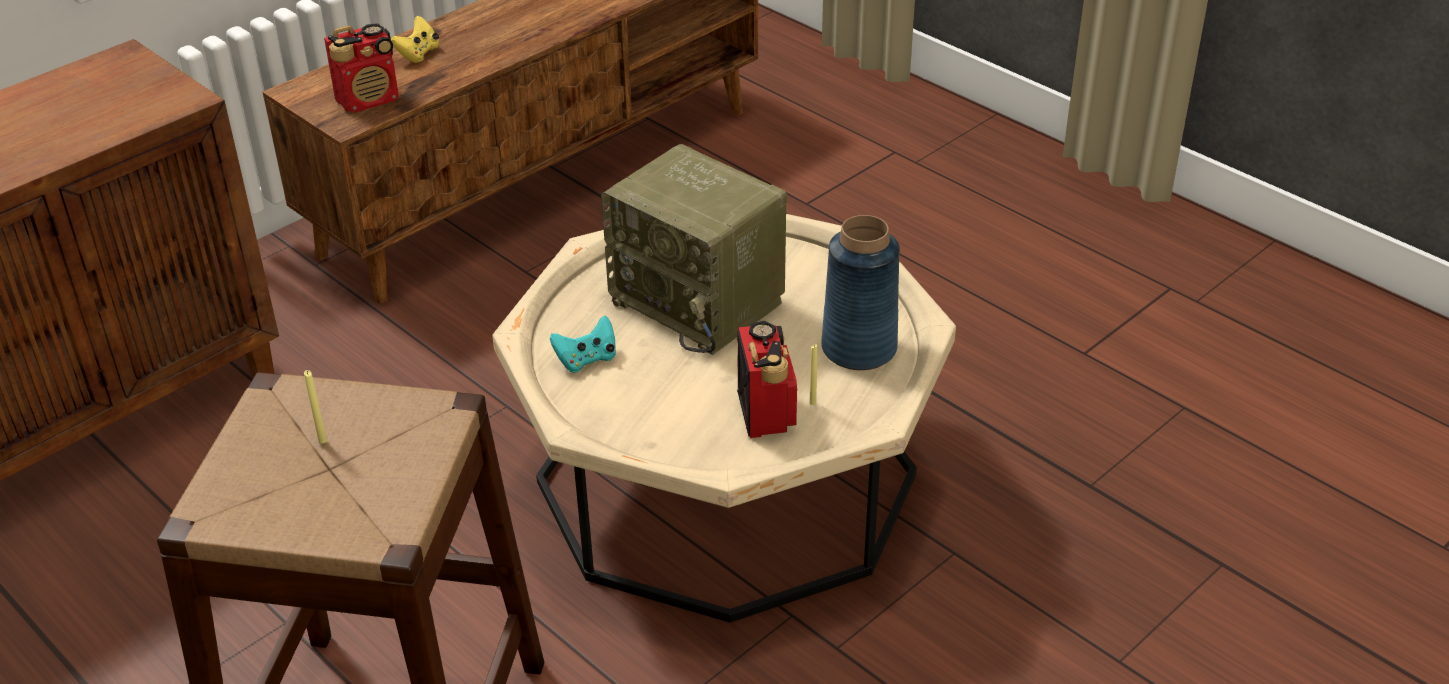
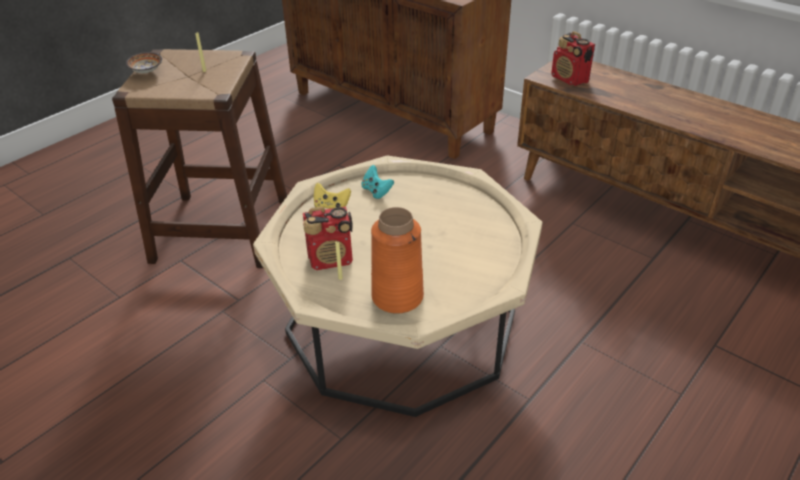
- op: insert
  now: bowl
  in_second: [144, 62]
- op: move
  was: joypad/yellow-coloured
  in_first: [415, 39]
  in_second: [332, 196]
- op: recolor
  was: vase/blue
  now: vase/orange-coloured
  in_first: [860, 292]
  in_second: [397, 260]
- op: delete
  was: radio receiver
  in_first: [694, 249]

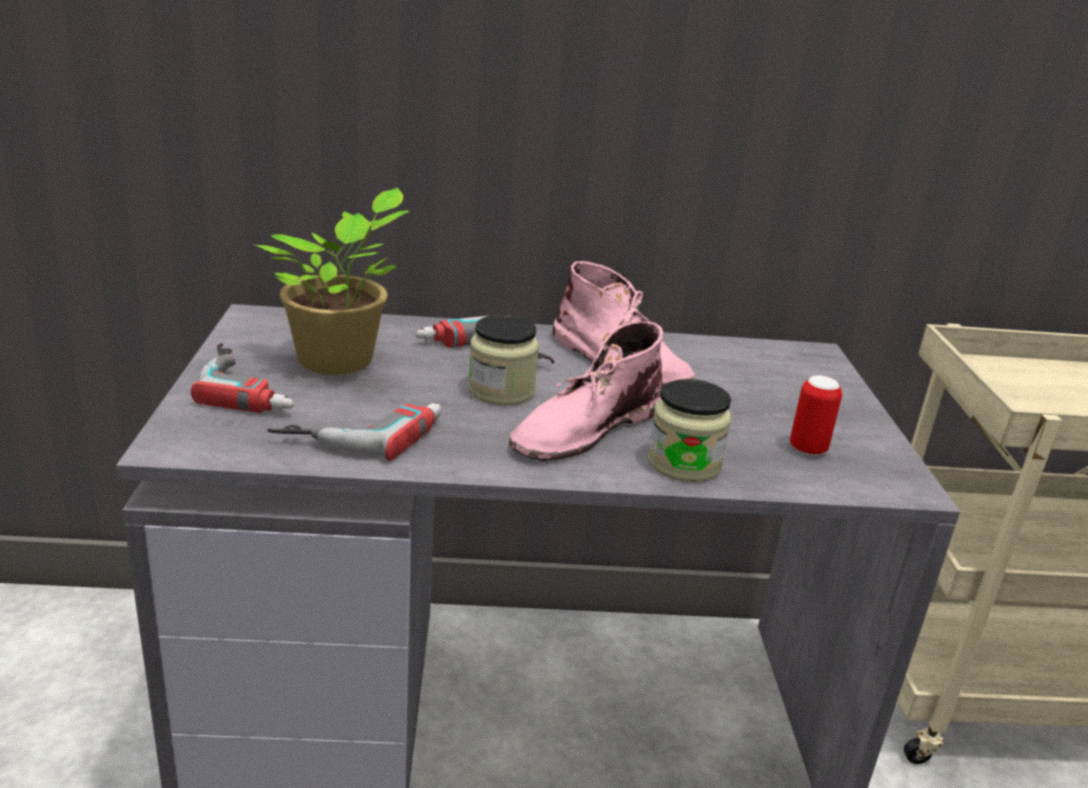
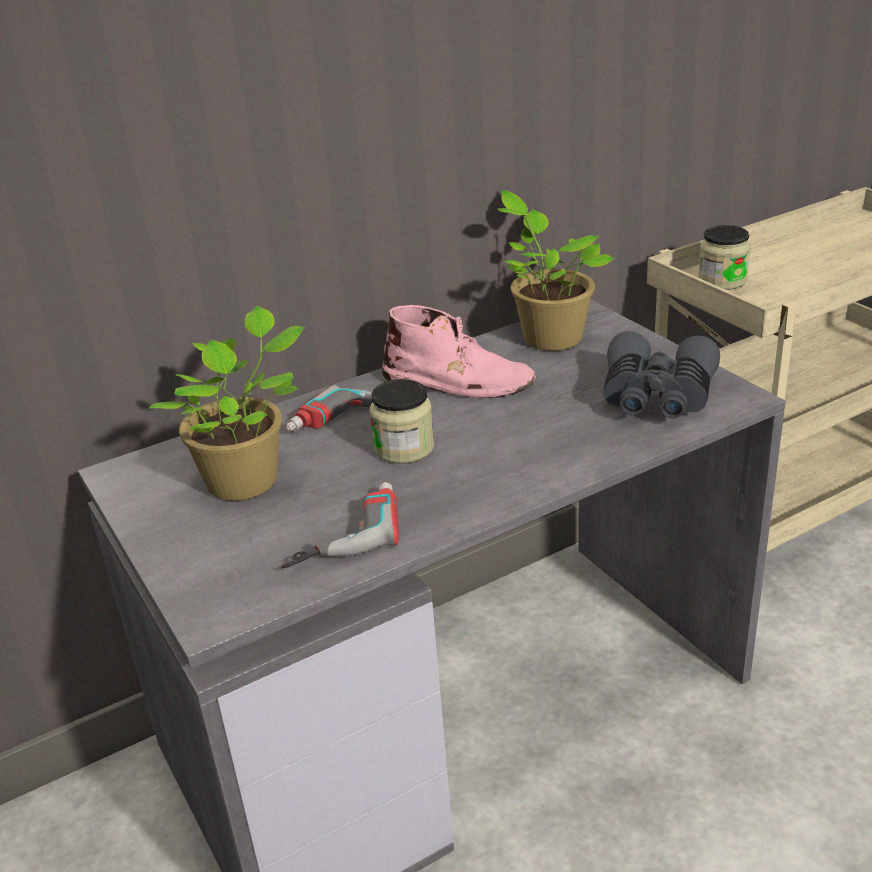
- op: insert
  now: houseplant
  in_second: [555, 270]
- op: replace
  was: metal can
  now: pair of binoculars/gray
  in_first: [816, 415]
  in_second: [661, 374]
- op: move
  was: preserve jar
  in_first: [690, 430]
  in_second: [724, 257]
- op: delete
  was: drill
  in_first: [243, 378]
- op: delete
  was: high-top boot/pink-coloured
  in_first: [586, 391]

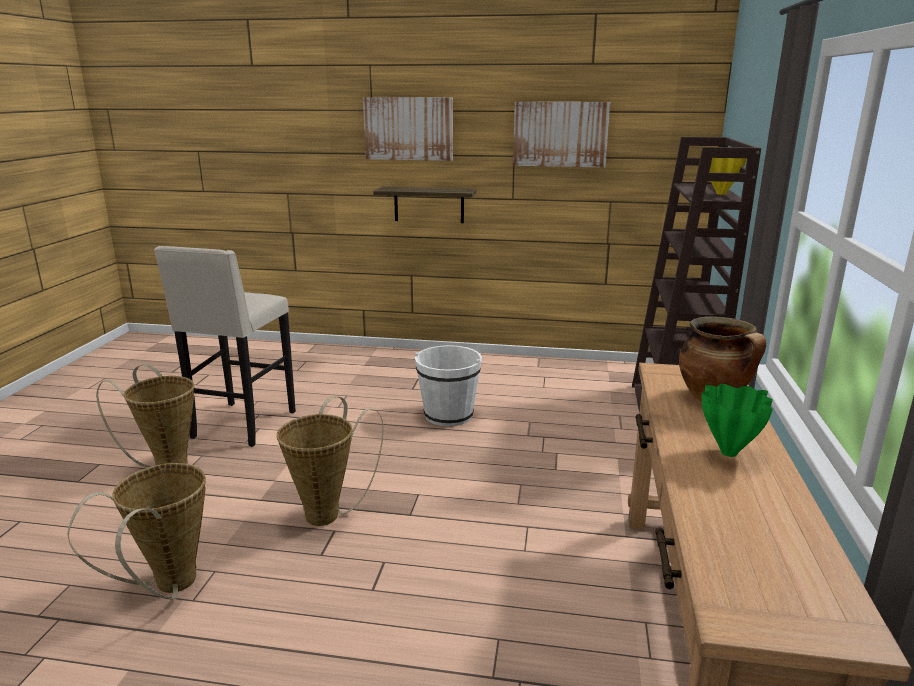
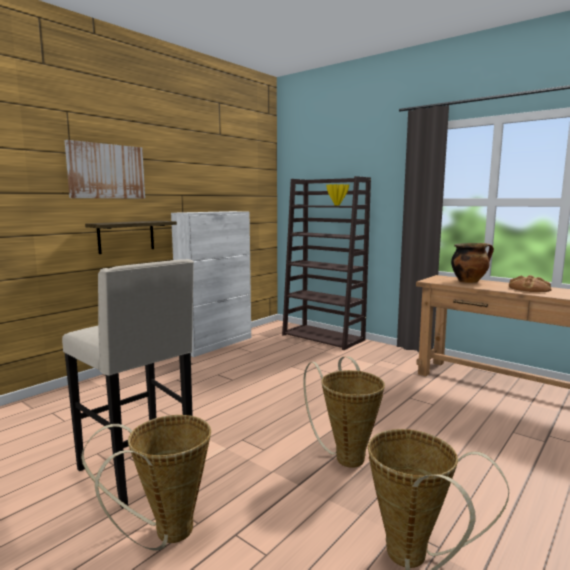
- op: insert
  now: storage cabinet/white-coloured
  in_second: [211, 284]
- op: replace
  was: vase/green
  now: baked bread
  in_first: [737, 420]
  in_second: [530, 283]
- op: delete
  was: bucket/white-coloured
  in_first: [448, 385]
- op: delete
  was: wall picture
  in_first: [561, 134]

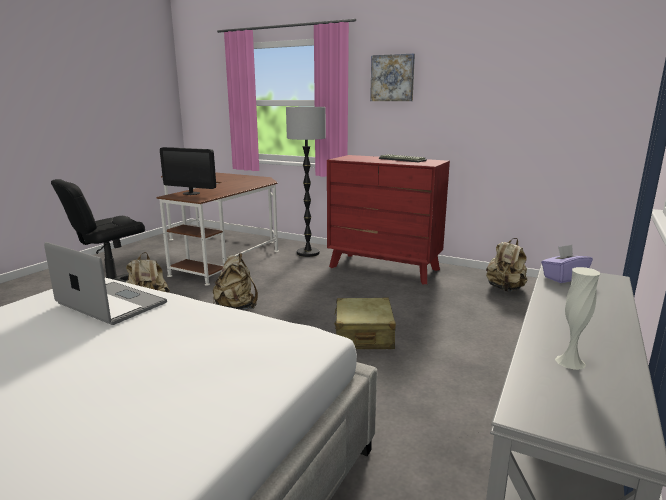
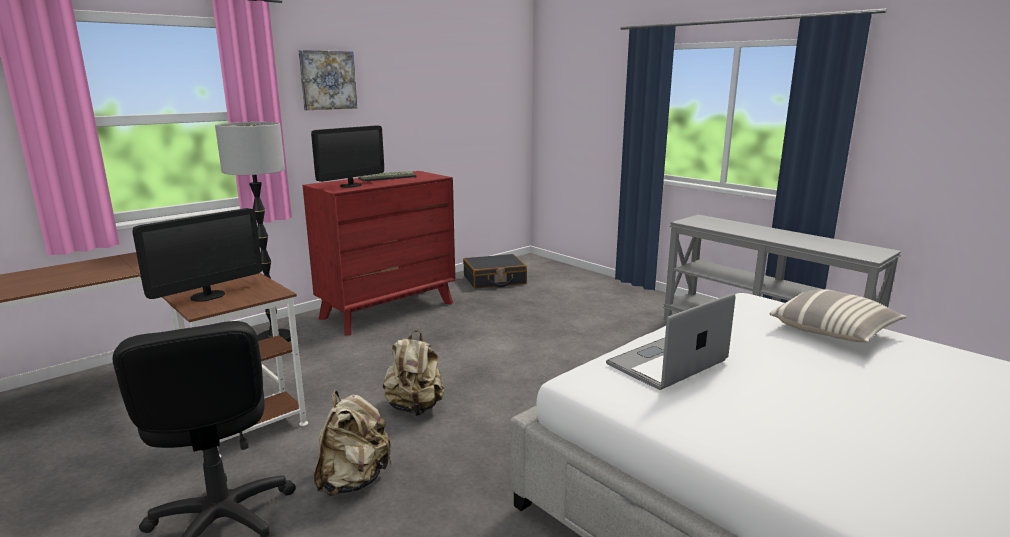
- op: insert
  now: monitor
  in_second: [347, 156]
- op: replace
  was: rucksack/sand-coloured
  now: suitcase/black
  in_first: [506, 265]
  in_second: [495, 271]
- op: insert
  now: pillow
  in_second: [838, 315]
- op: delete
  was: suitcase/sand-coloured
  in_first: [365, 323]
- op: delete
  was: tissue holder/purplish
  in_first: [567, 264]
- op: delete
  was: vase/white-coloured
  in_first: [577, 318]

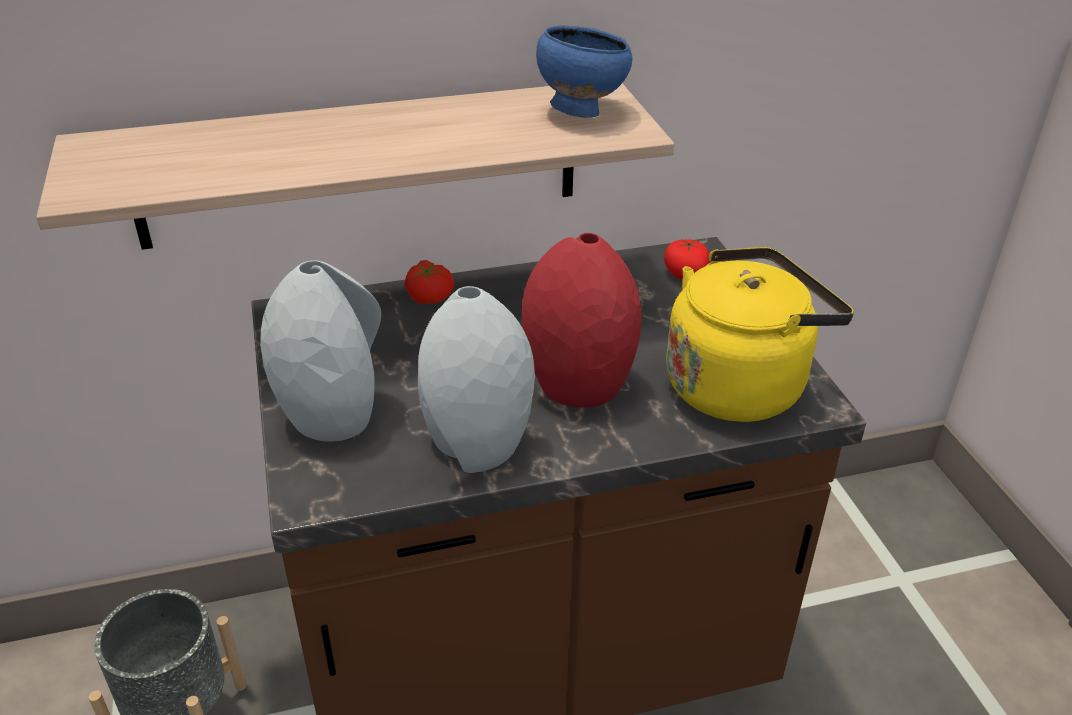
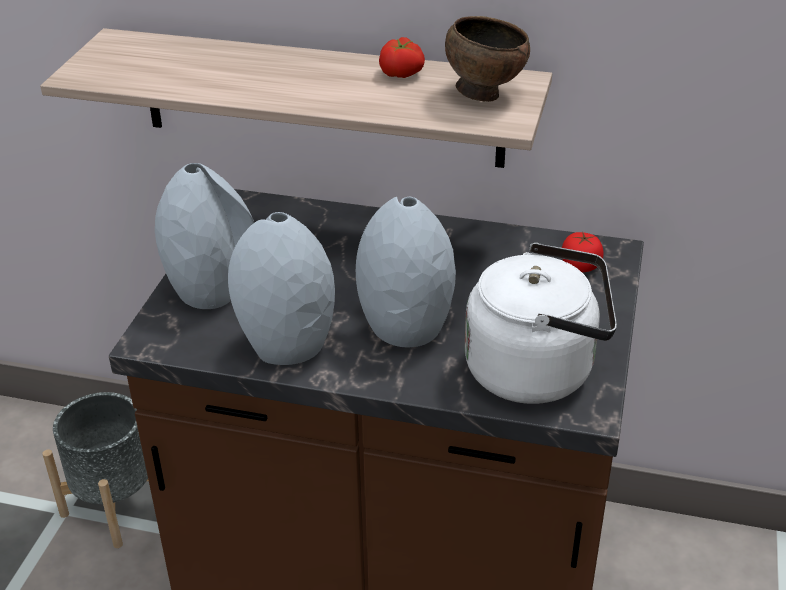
- op: recolor
  was: vase/reddish
  now: vase/gray
  in_first: [582, 320]
  in_second: [406, 272]
- op: move
  was: whole tomato
  in_first: [429, 282]
  in_second: [402, 57]
- op: recolor
  was: bowl/blue
  now: bowl/brown-coloured
  in_first: [584, 71]
  in_second: [487, 59]
- op: recolor
  was: tea kettle/yellow-coloured
  now: tea kettle/white-coloured
  in_first: [760, 334]
  in_second: [541, 323]

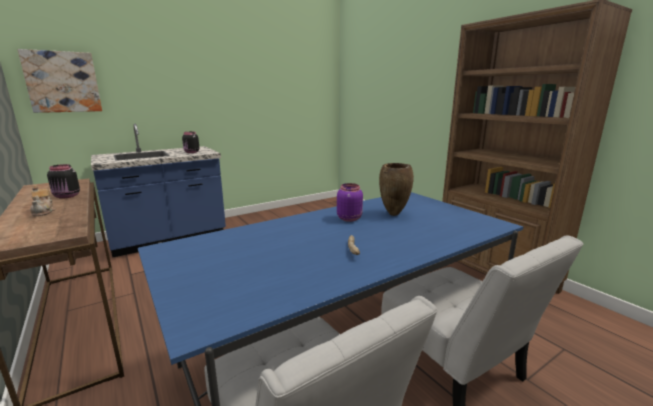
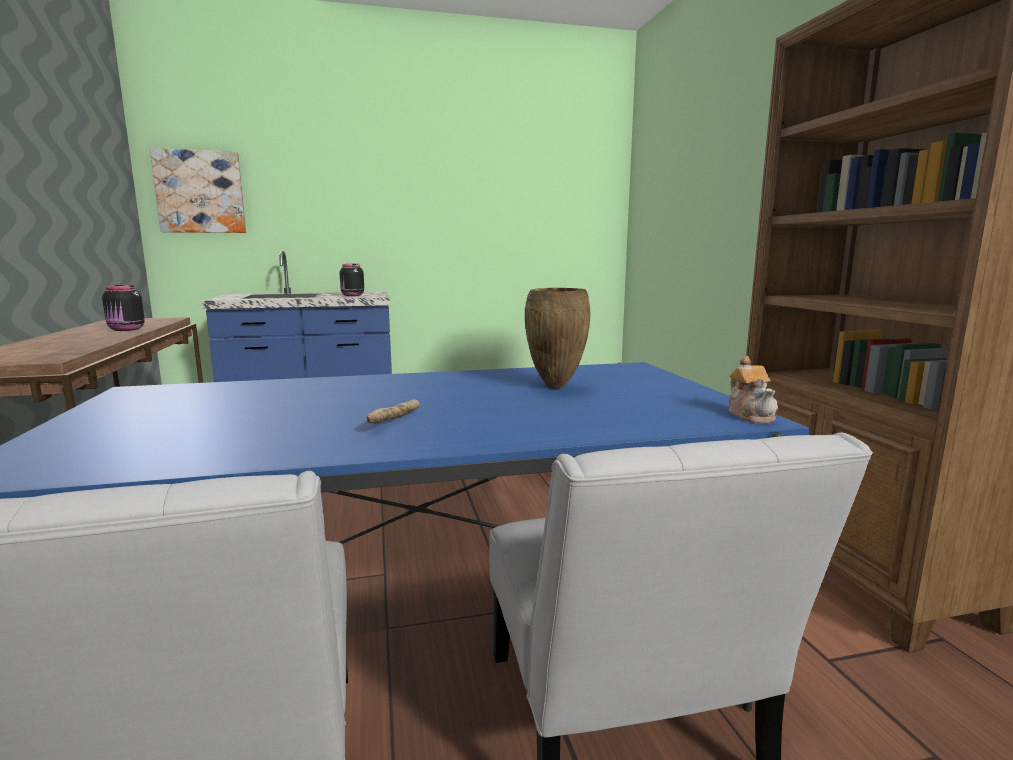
- op: move
  was: tea pot
  in_first: [42, 200]
  in_second: [753, 389]
- op: delete
  was: preserve jar/purplish
  in_first: [350, 202]

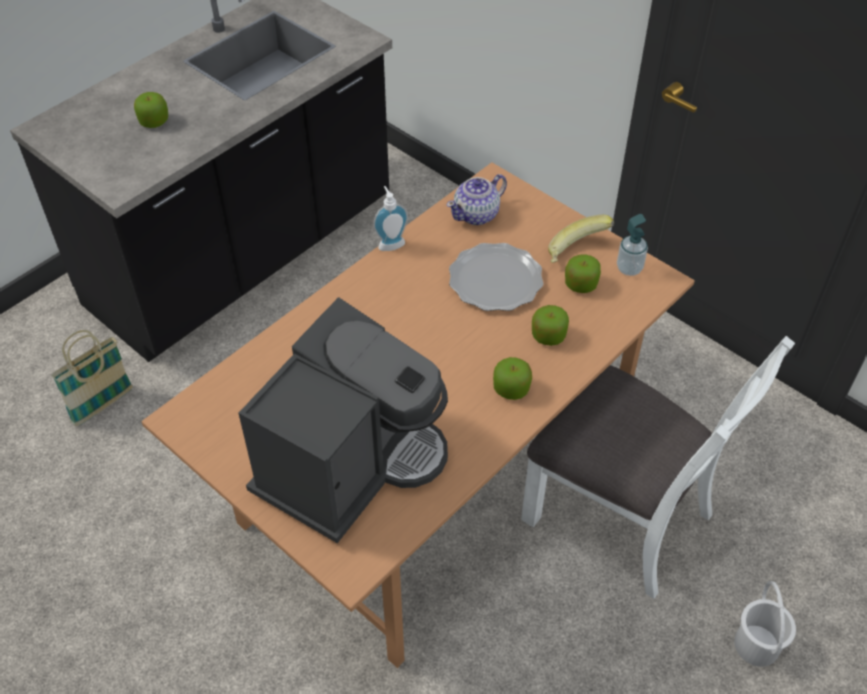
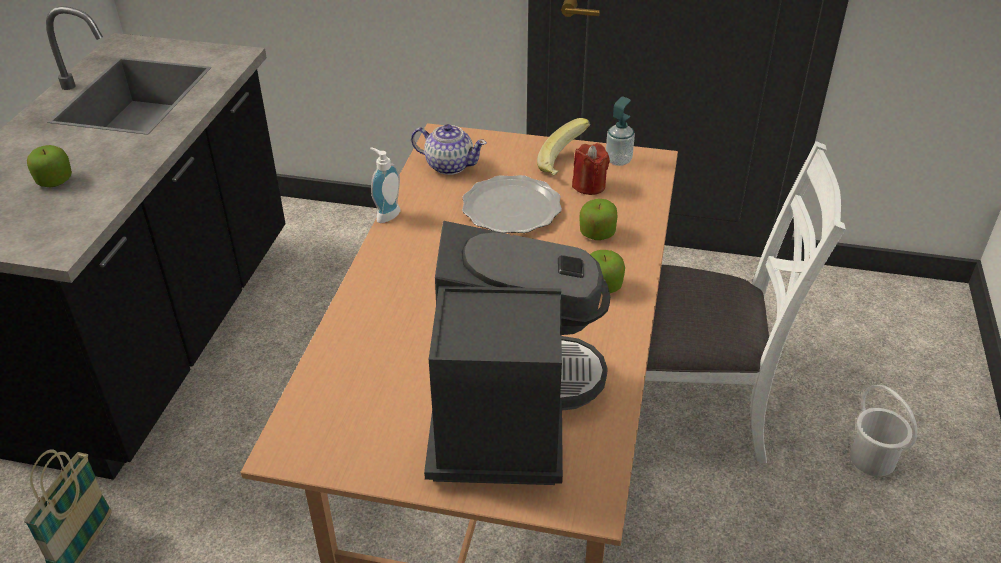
- op: rotate
  was: tea pot
  in_first: [477, 199]
  in_second: [449, 149]
  clockwise: -90
- op: replace
  was: apple fruit
  now: wax light/reddish
  in_first: [583, 274]
  in_second: [591, 169]

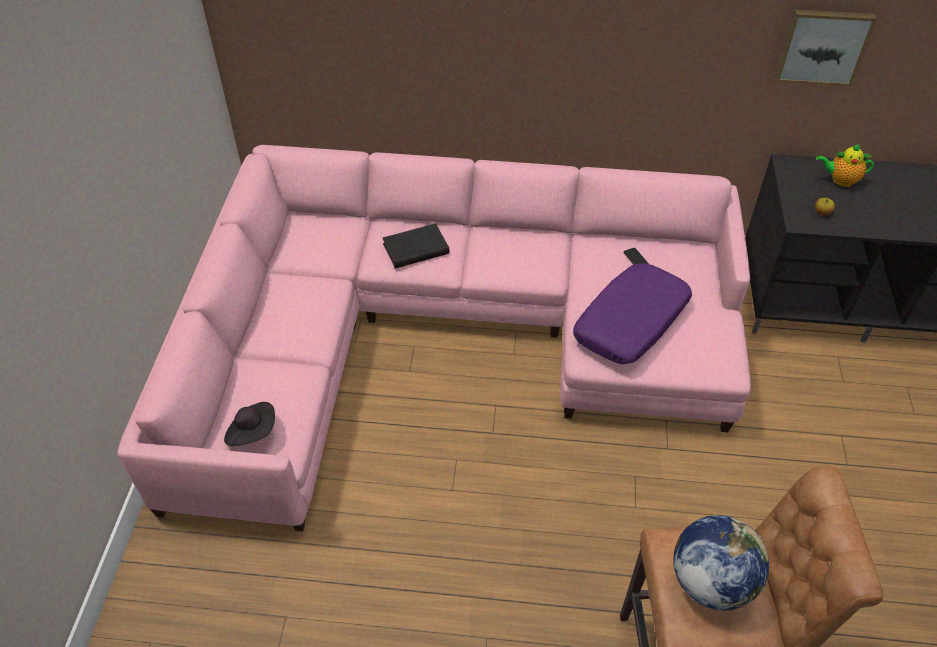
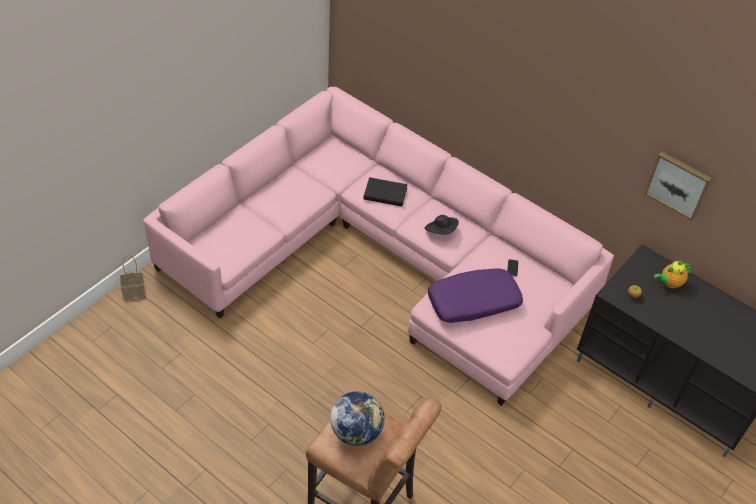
- op: insert
  now: storage basket
  in_second: [132, 276]
- op: move
  was: hat/black
  in_first: [249, 424]
  in_second: [442, 225]
- op: rotate
  was: tea pot
  in_first: [845, 165]
  in_second: [672, 274]
  clockwise: -60

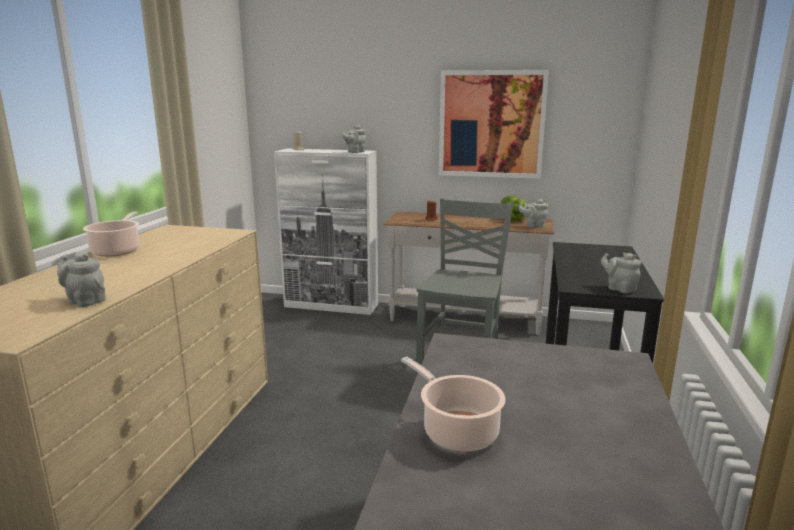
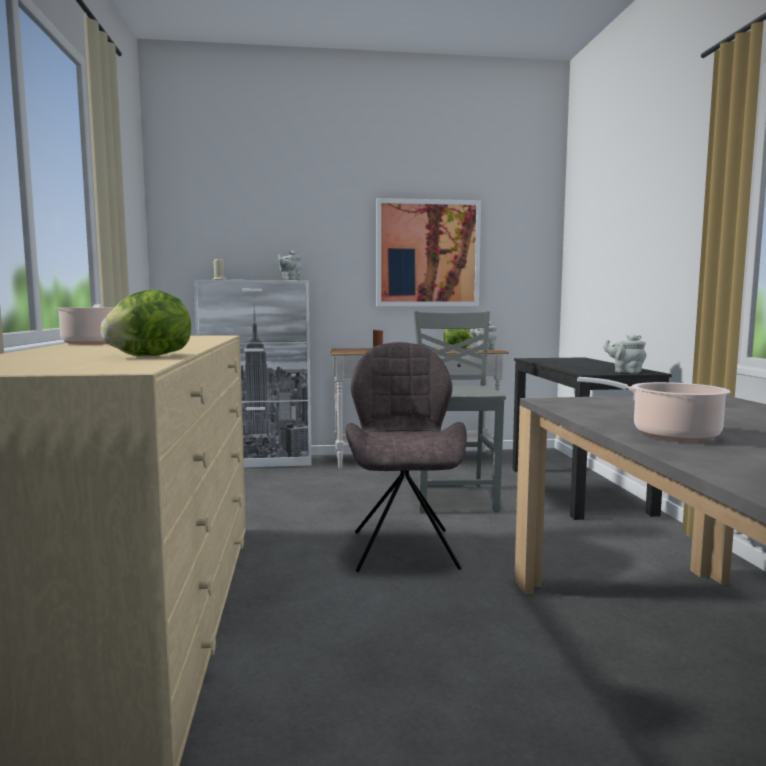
- op: replace
  was: tea pot/gray
  now: lettuce head
  in_first: [81, 279]
  in_second: [146, 323]
- op: insert
  now: chair/gray
  in_second: [406, 457]

